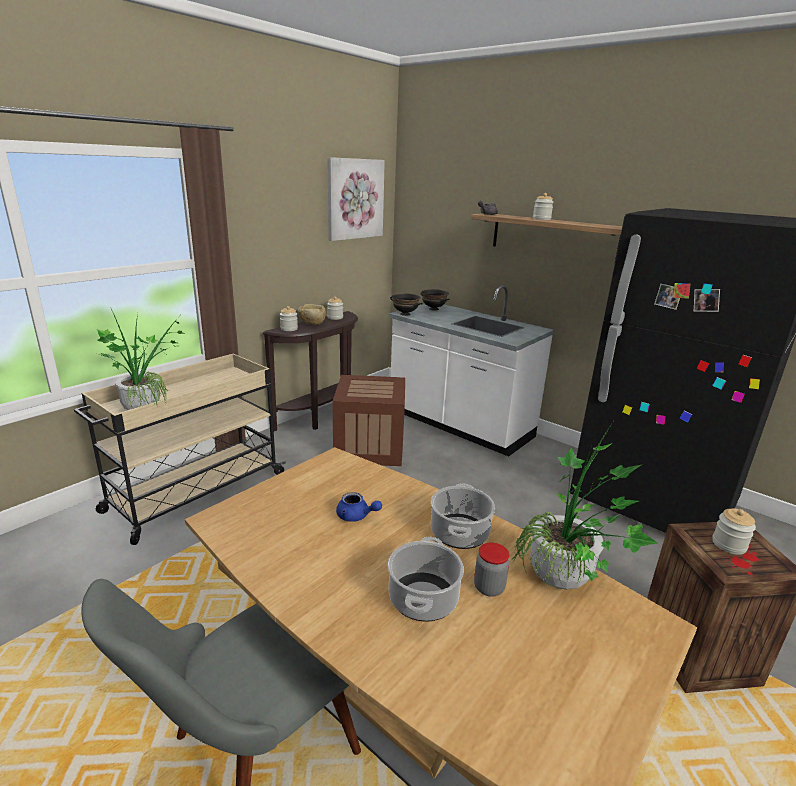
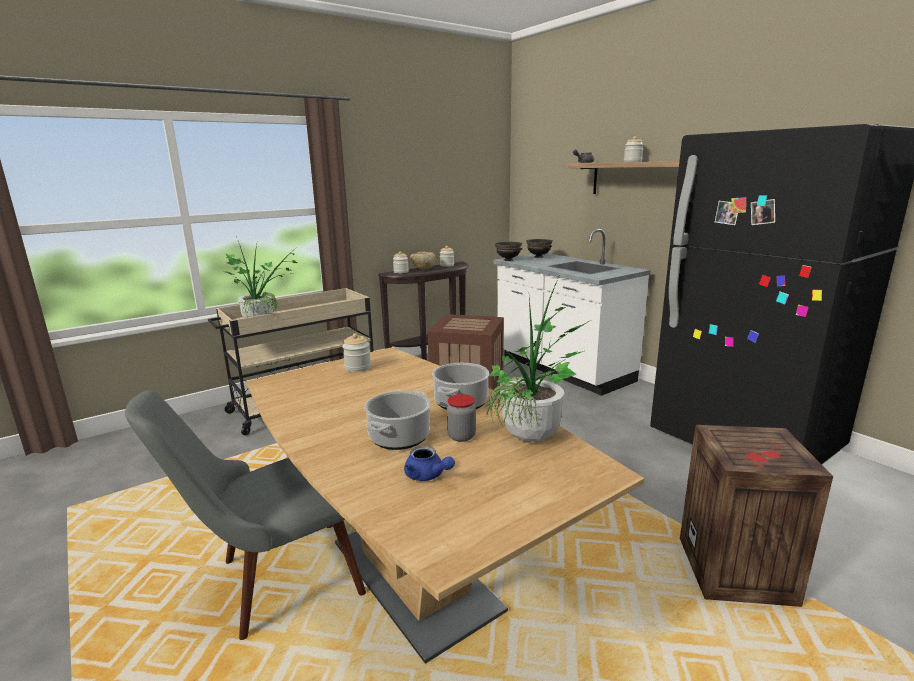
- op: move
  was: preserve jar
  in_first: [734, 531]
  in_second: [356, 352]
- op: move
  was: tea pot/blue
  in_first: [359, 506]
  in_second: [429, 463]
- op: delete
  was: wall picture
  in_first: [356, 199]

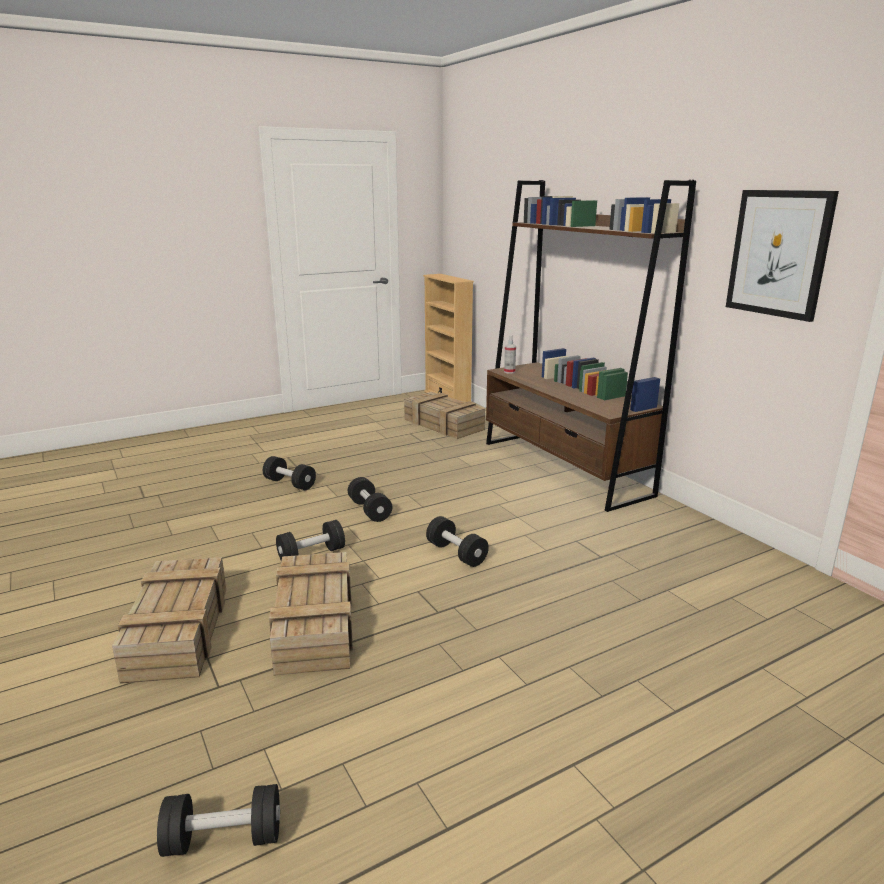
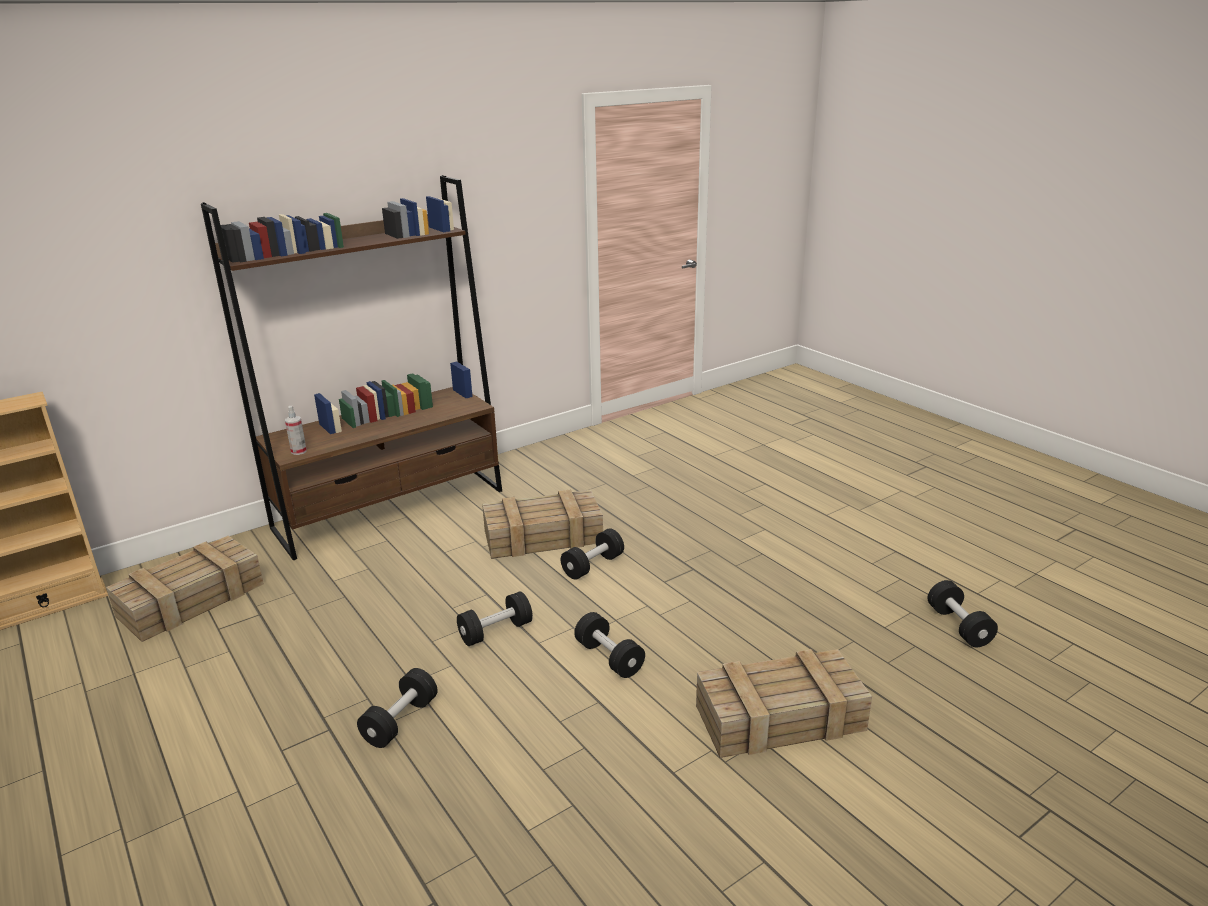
- op: move
  was: crate
  in_first: [311, 614]
  in_second: [542, 524]
- op: delete
  was: wall picture
  in_first: [782, 256]

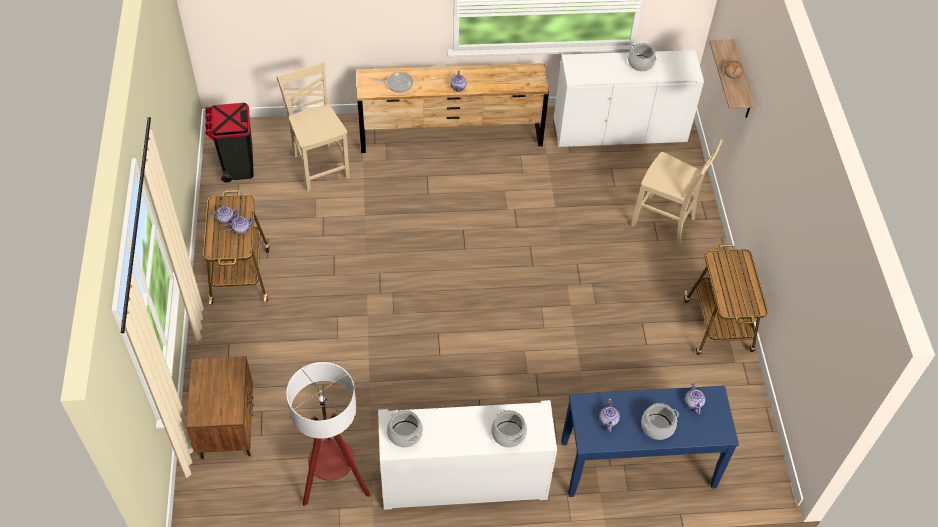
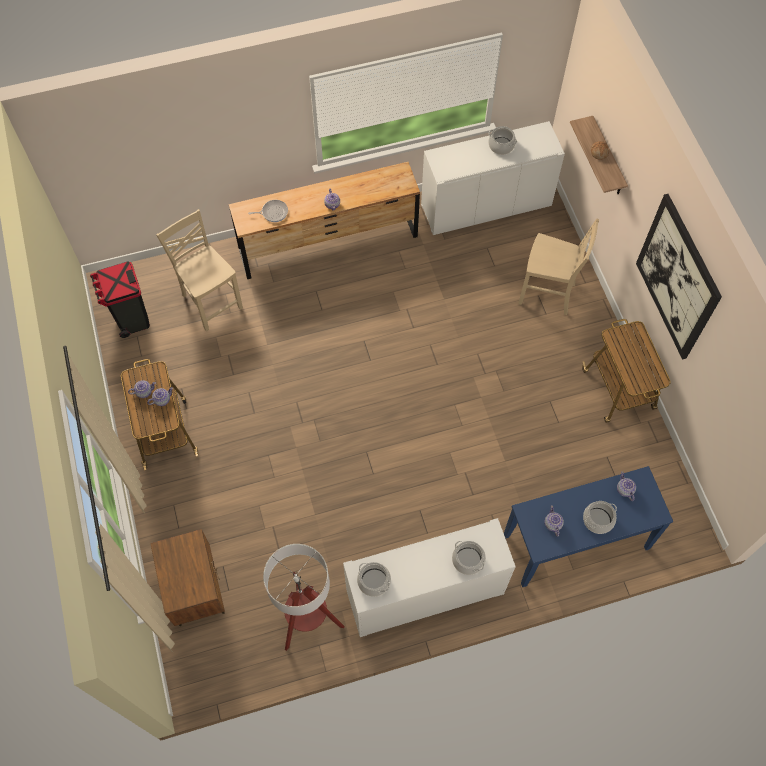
- op: insert
  now: wall picture
  in_second: [679, 277]

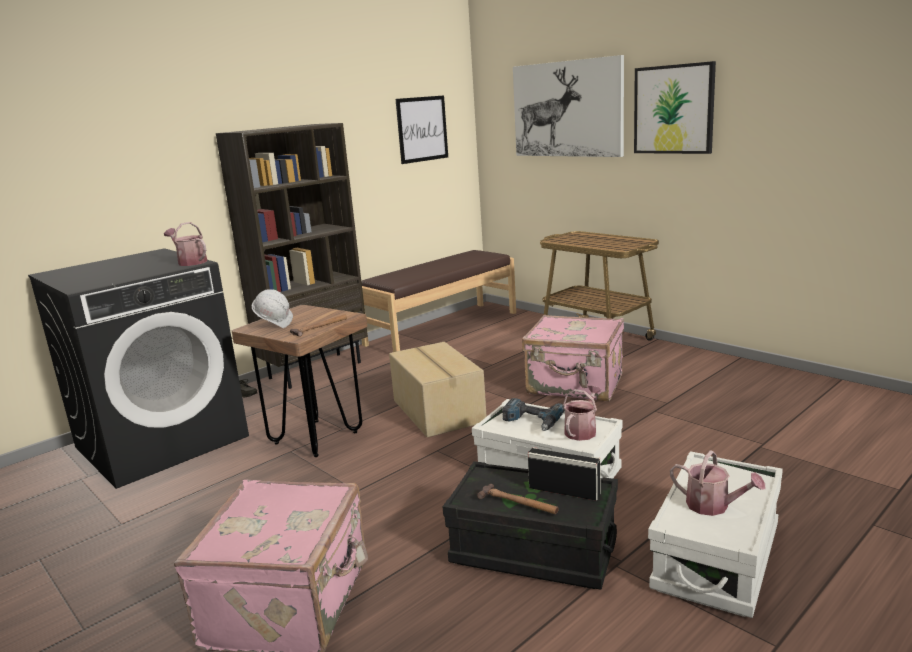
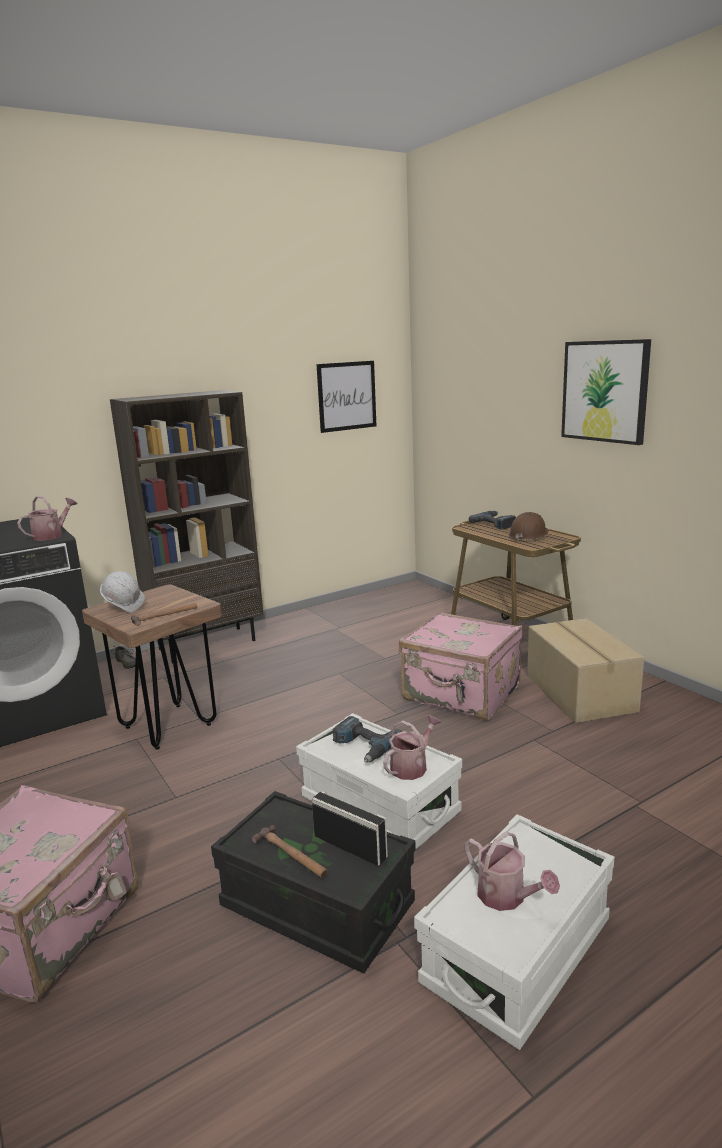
- op: rotate
  was: watering pot
  in_first: [185, 244]
  in_second: [47, 518]
  clockwise: 75
- op: insert
  now: drill
  in_second: [492, 520]
- op: insert
  now: safety helmet/brown-coloured
  in_second: [528, 526]
- op: move
  was: packing box
  in_first: [438, 389]
  in_second: [585, 670]
- op: delete
  was: indoor bench/brown-coloured
  in_first: [438, 301]
- op: delete
  was: wall picture
  in_first: [568, 106]

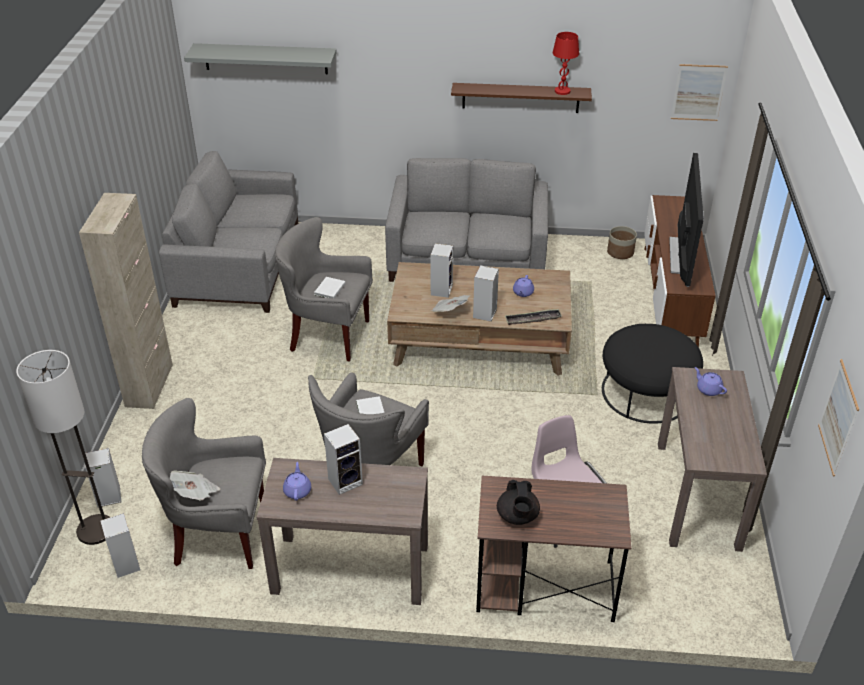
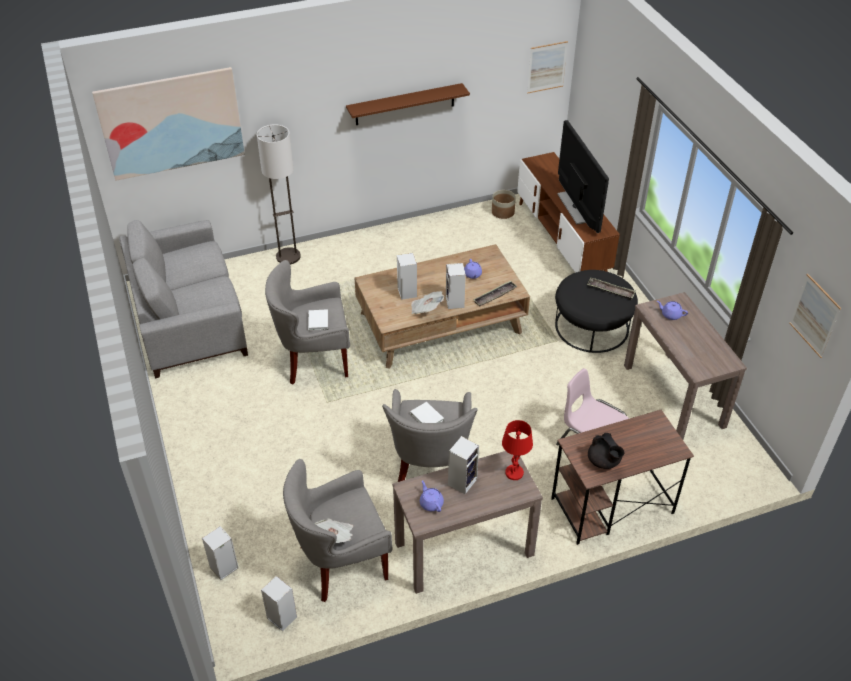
- op: replace
  was: wall shelf/gray
  now: wall picture
  in_first: [260, 58]
  in_second: [168, 124]
- op: move
  was: standing lamp
  in_first: [63, 447]
  in_second: [279, 194]
- op: move
  was: table lamp/reddish
  in_first: [566, 63]
  in_second: [517, 450]
- op: insert
  now: carrying tray
  in_second: [611, 288]
- op: delete
  was: storage cabinet/sand-coloured
  in_first: [126, 301]
- op: delete
  was: settee/gray
  in_first: [466, 220]

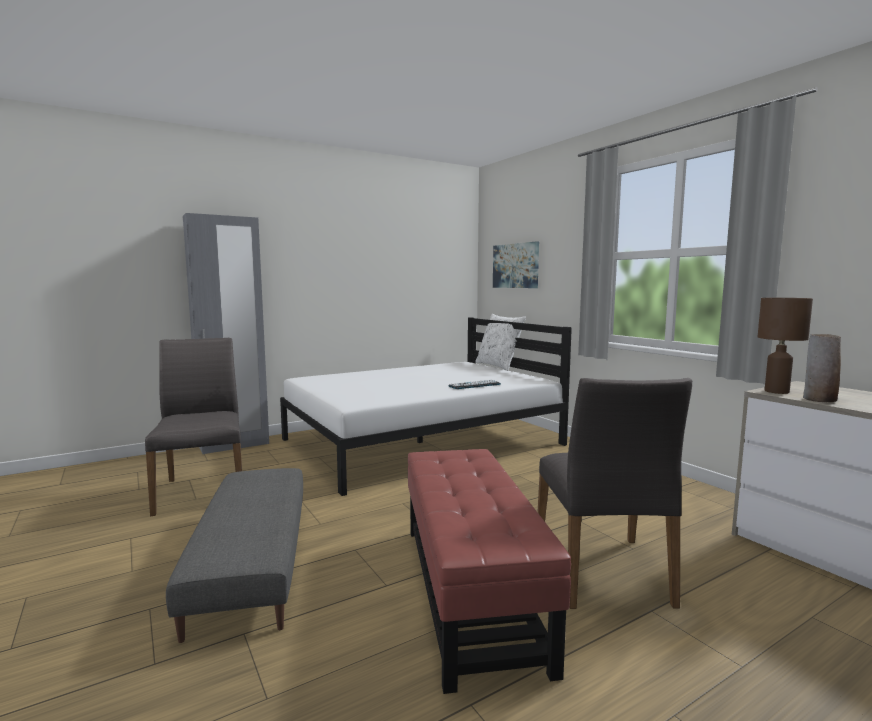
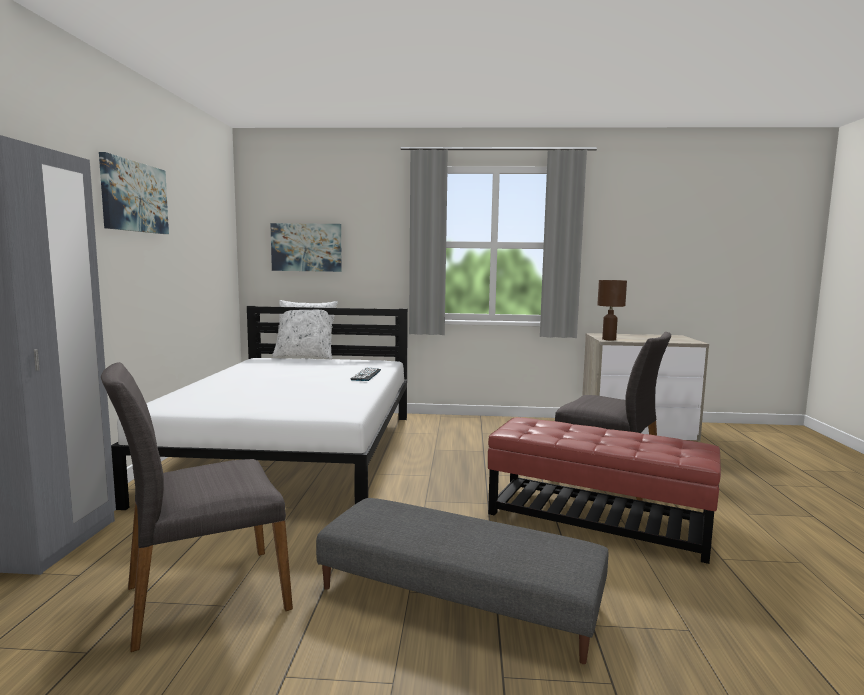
- op: insert
  now: wall picture
  in_second: [134, 193]
- op: rotate
  was: chair/gray
  in_first: [193, 427]
  in_second: [197, 507]
  clockwise: -45
- op: delete
  was: vase
  in_first: [822, 368]

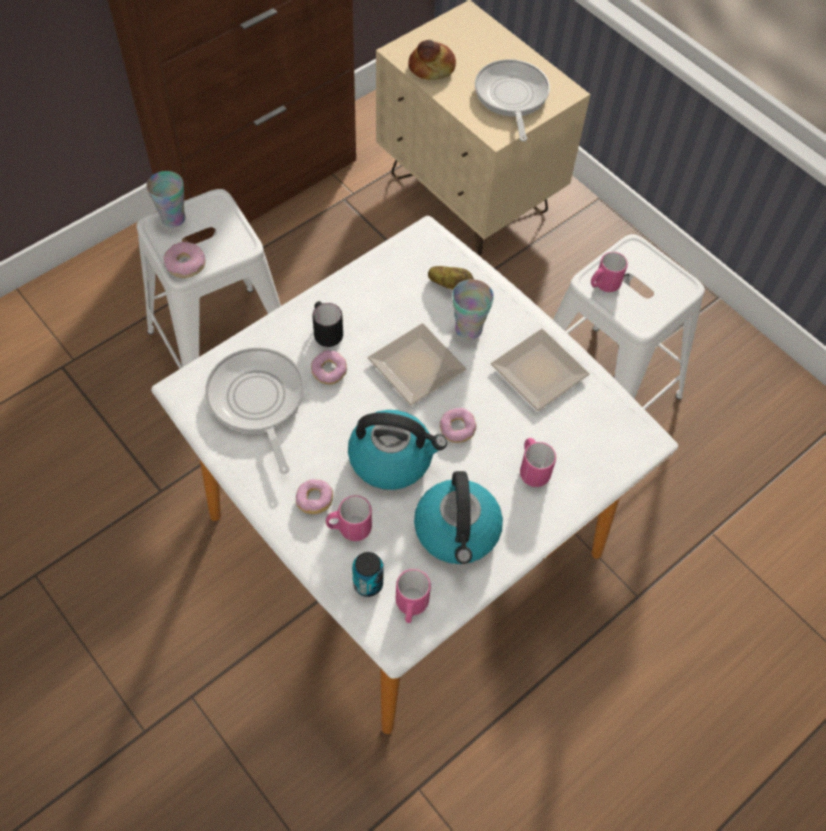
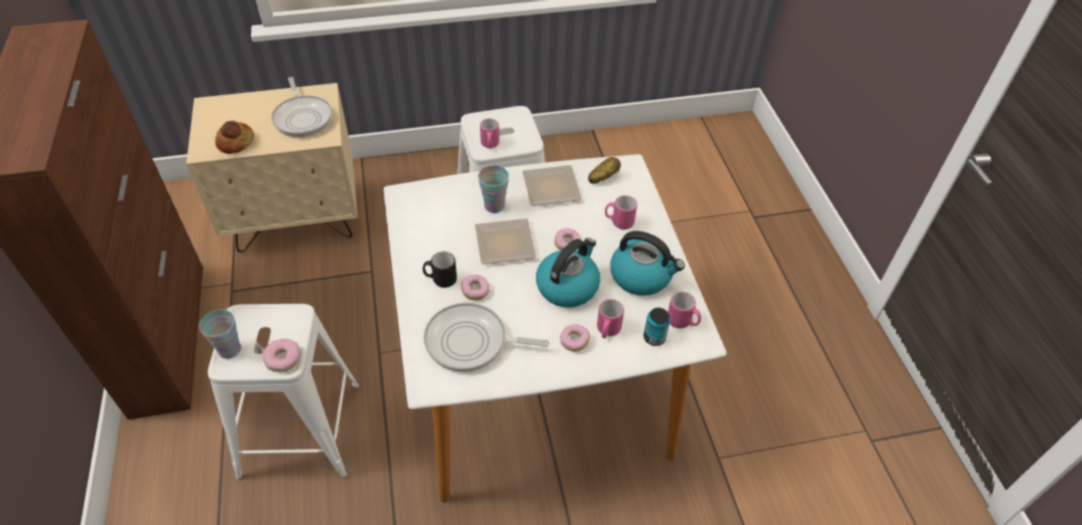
- op: rotate
  was: frying pan
  in_first: [512, 100]
  in_second: [301, 107]
  clockwise: -135
- op: move
  was: whole potato
  in_first: [451, 278]
  in_second: [604, 170]

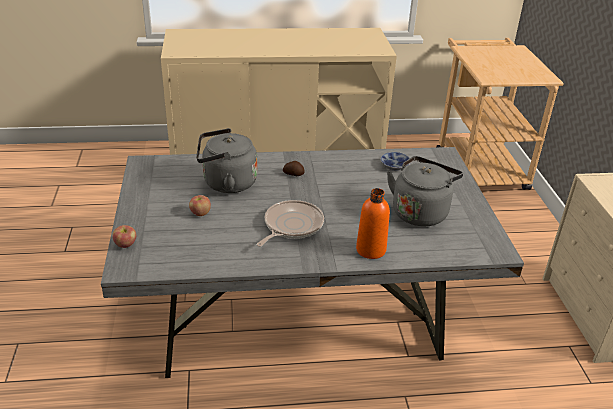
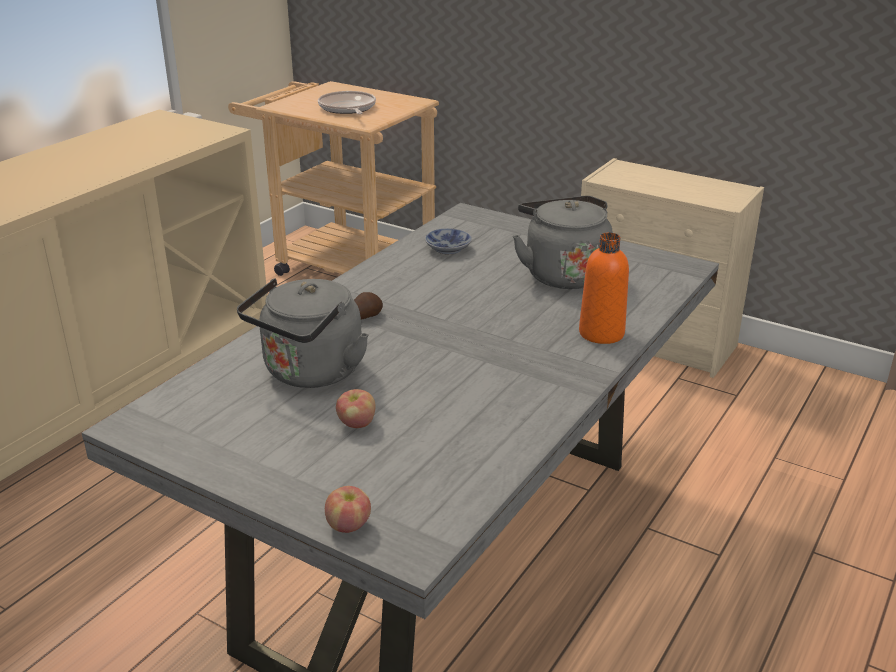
- op: move
  was: frying pan
  in_first: [290, 223]
  in_second: [347, 102]

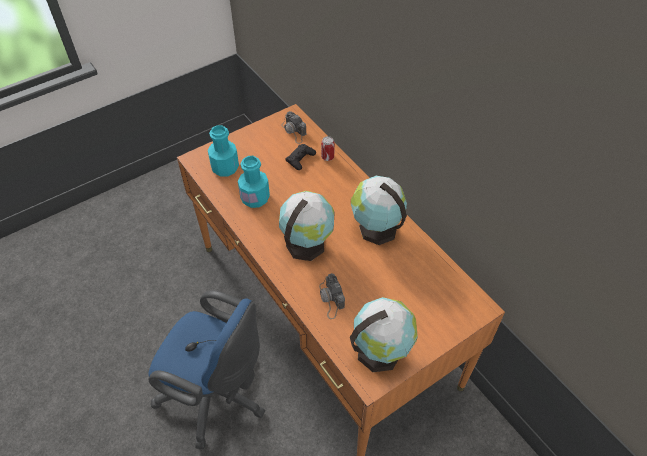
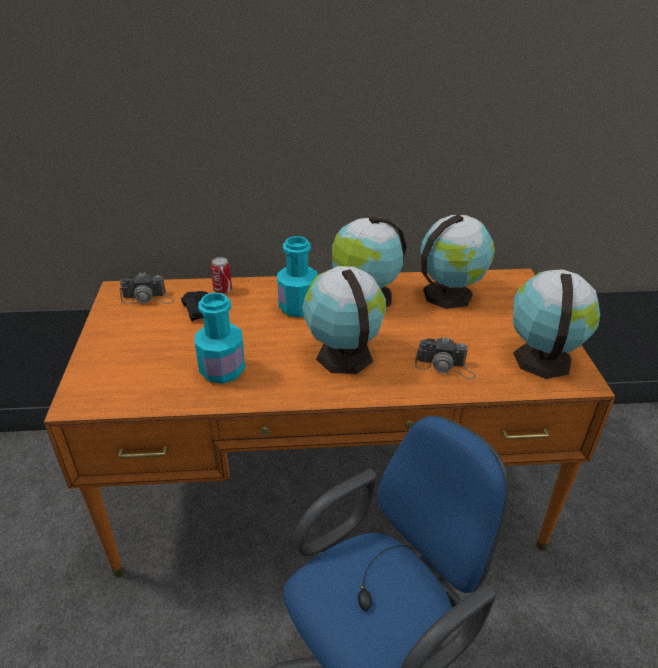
- op: move
  was: bottle/blue-green
  in_first: [223, 151]
  in_second: [297, 276]
- op: insert
  now: desk globe
  in_second: [457, 261]

